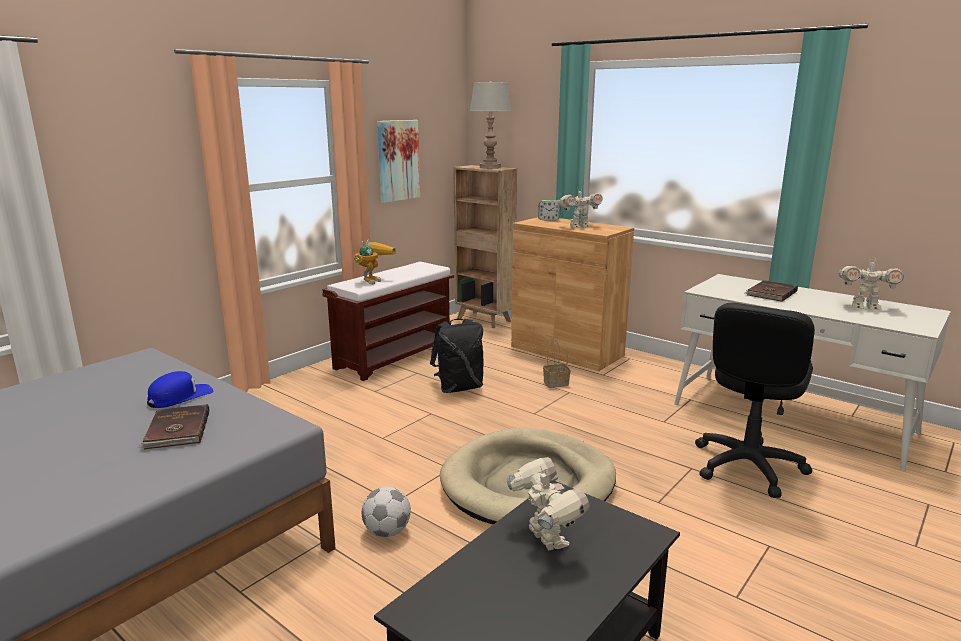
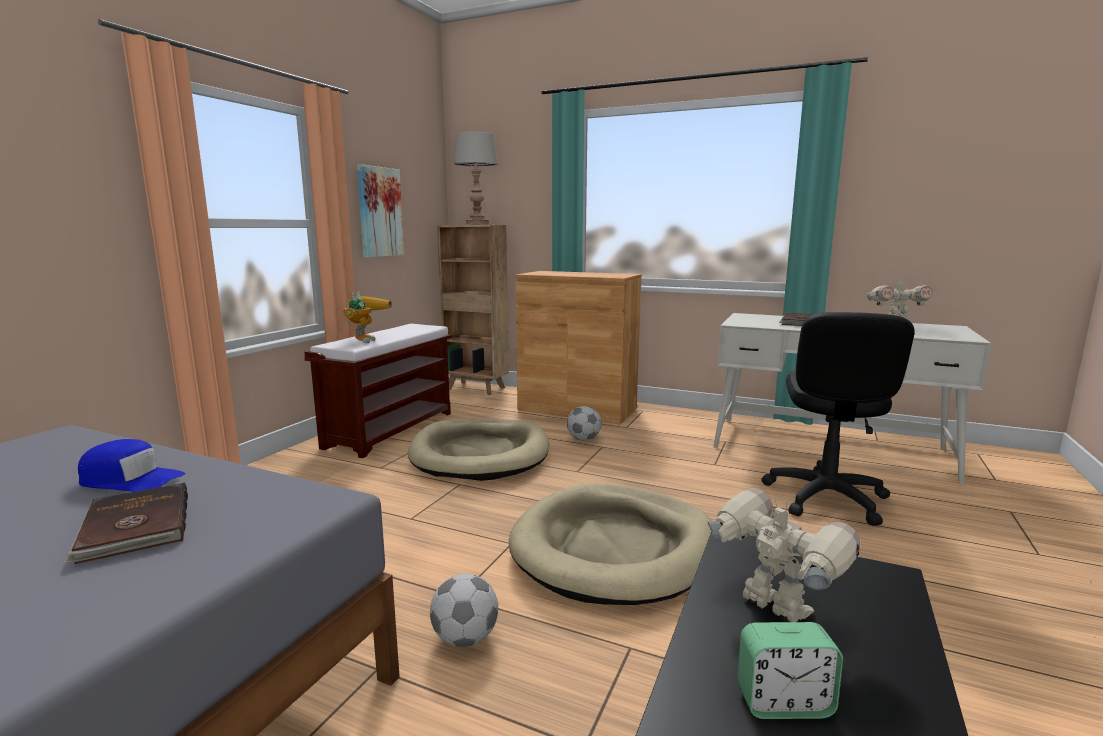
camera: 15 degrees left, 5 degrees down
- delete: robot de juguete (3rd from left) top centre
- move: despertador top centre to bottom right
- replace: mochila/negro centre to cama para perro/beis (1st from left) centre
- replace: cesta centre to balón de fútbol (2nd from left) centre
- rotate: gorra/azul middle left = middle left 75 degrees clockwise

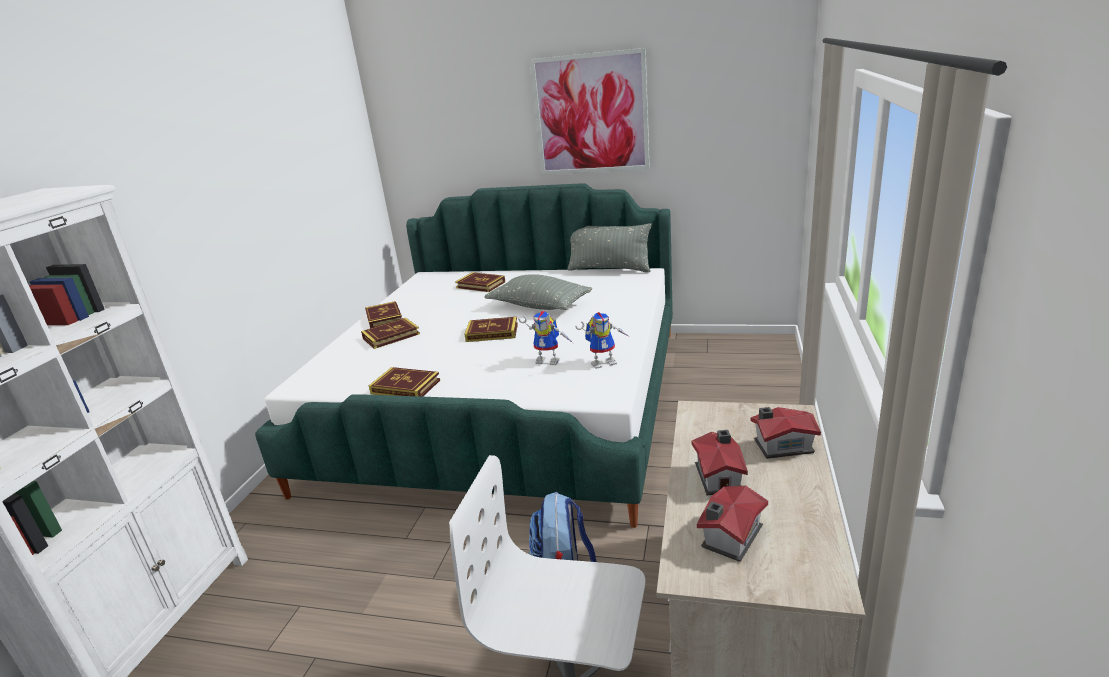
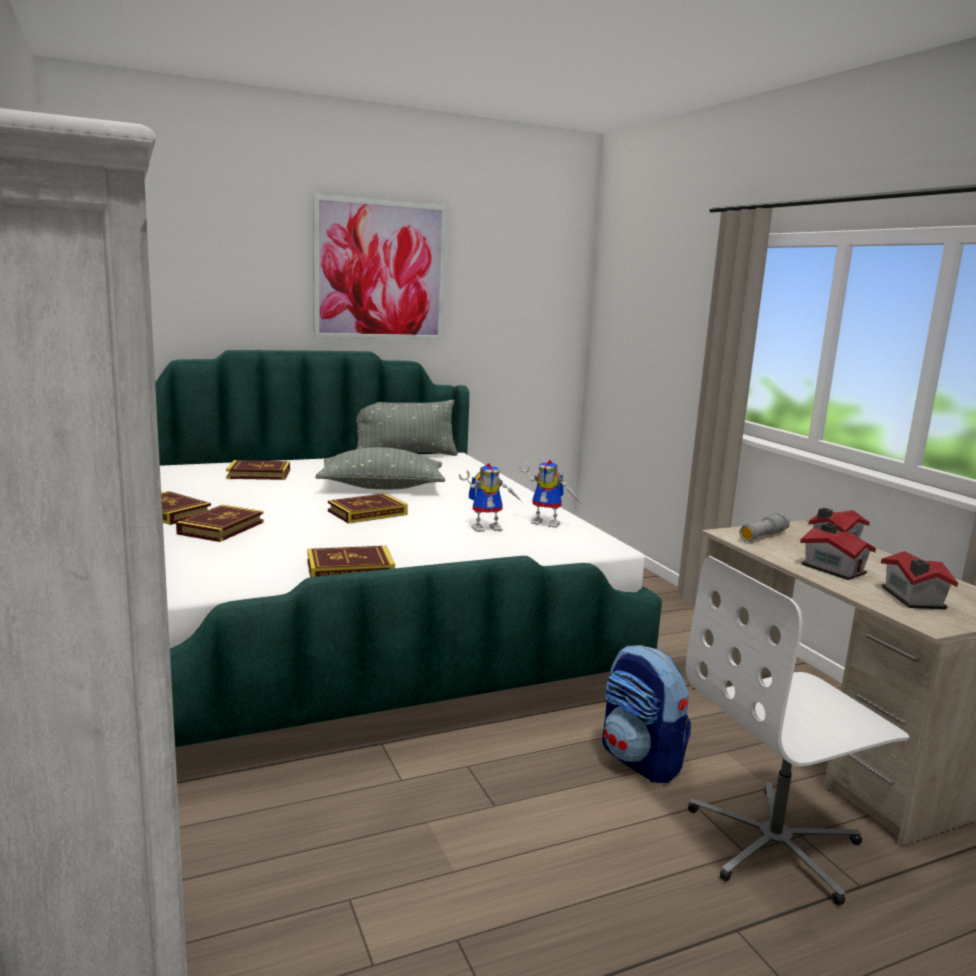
camera: 40 degrees left, 10 degrees down
- insert: linterna/gris middle right
- rotate: robot de juguete (2nd from left) centre = centre 75 degrees clockwise

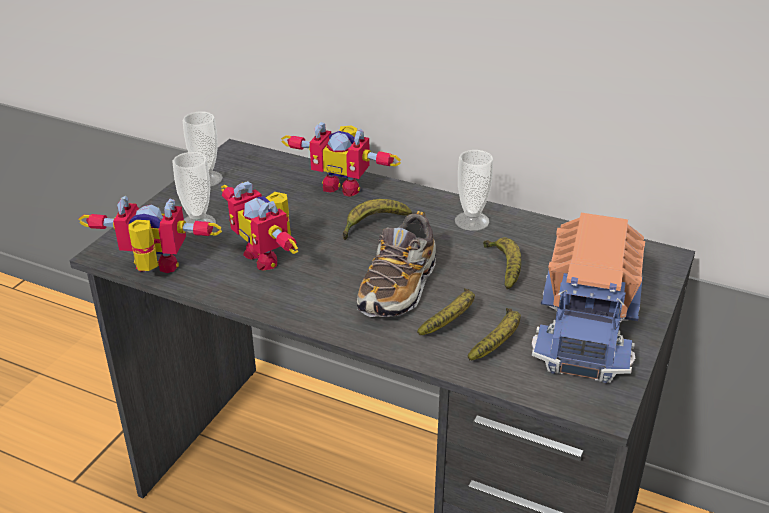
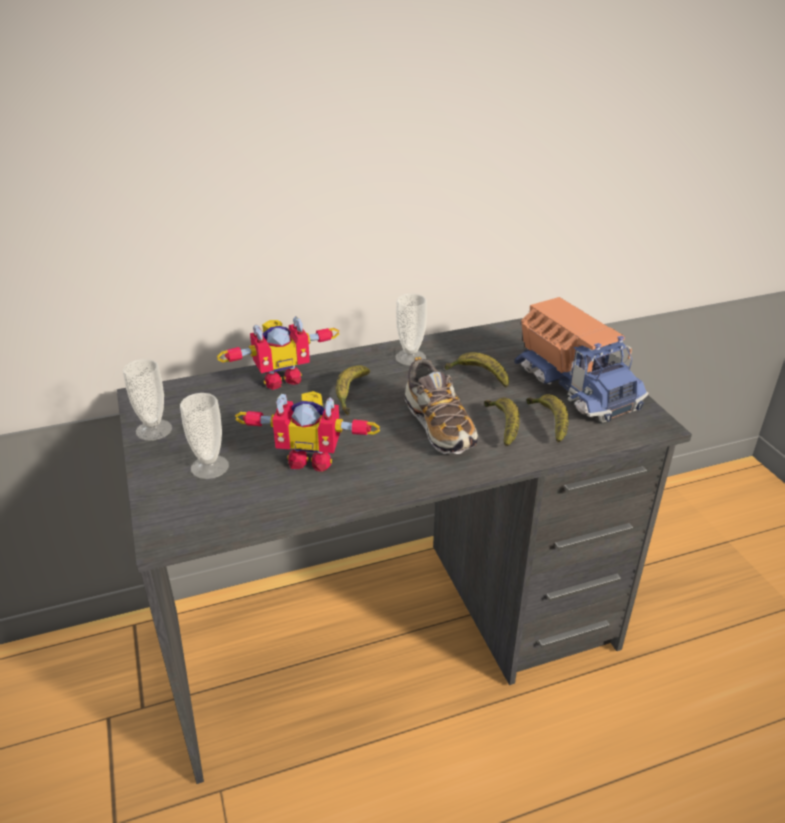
camera: 45 degrees left, 0 degrees up
- delete: robot de juguete (1st from left) middle left

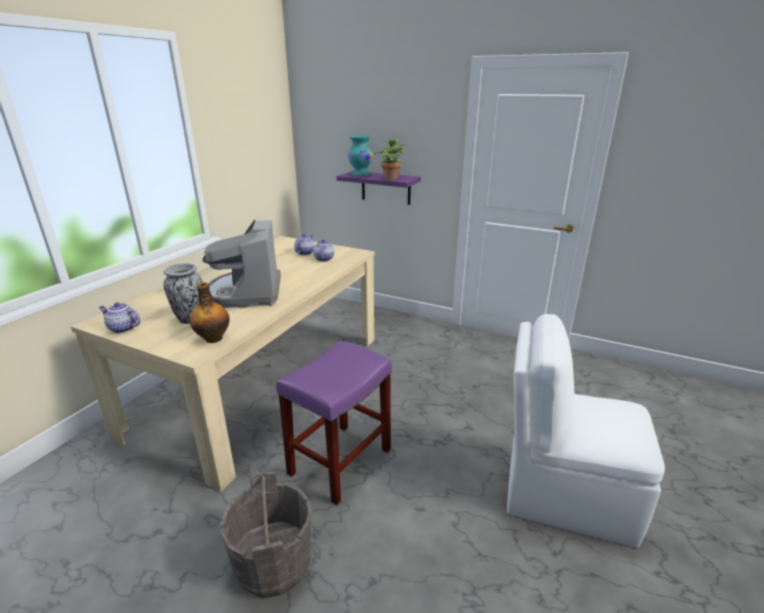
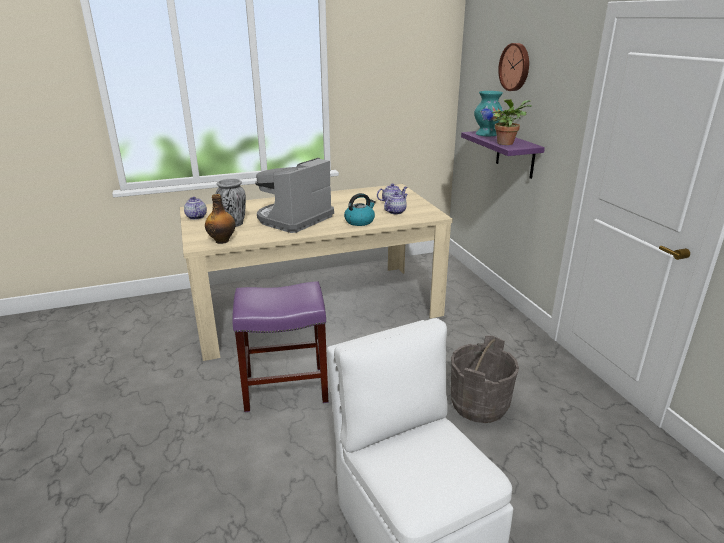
camera: 45 degrees right, 0 degrees up
- insert: hervidor centre
- insert: reloj de pared top right
- move: cubo/gris bottom centre to bottom right

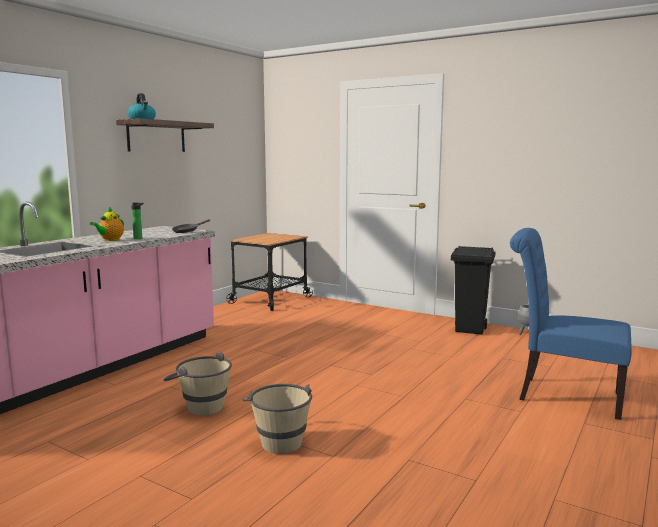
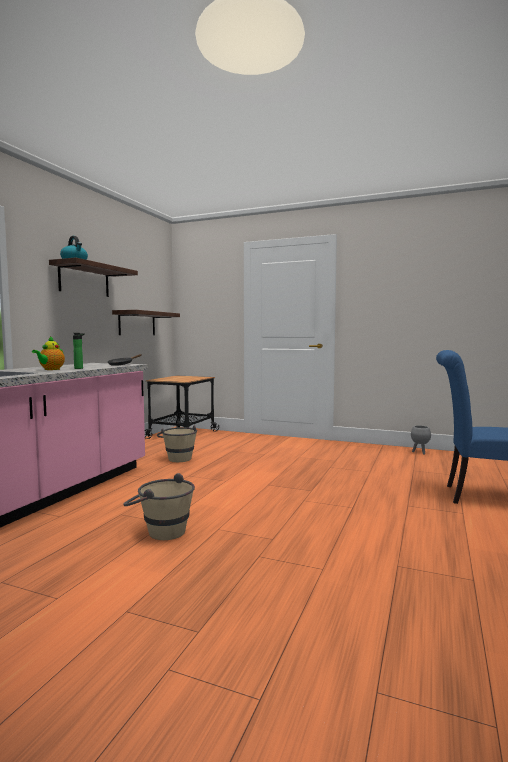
camera: 10 degrees left, 5 degrees down
- delete: papelera/negro middle right
- insert: estante (2nd from left) middle left
- move: cubo/beis (2nd from left) bottom centre to centre

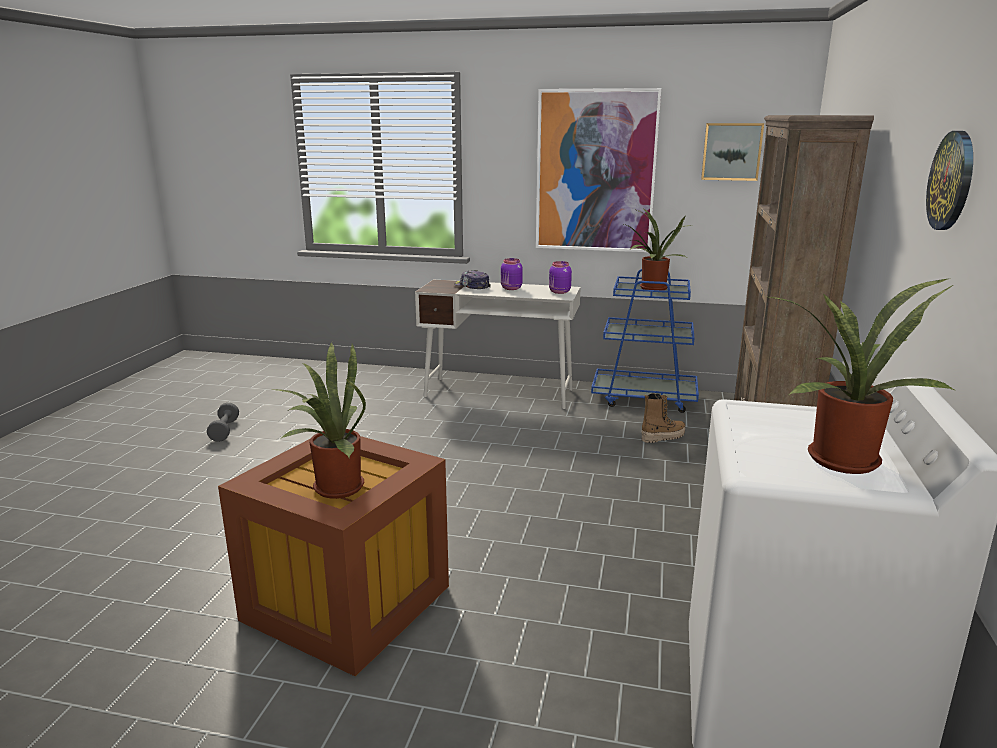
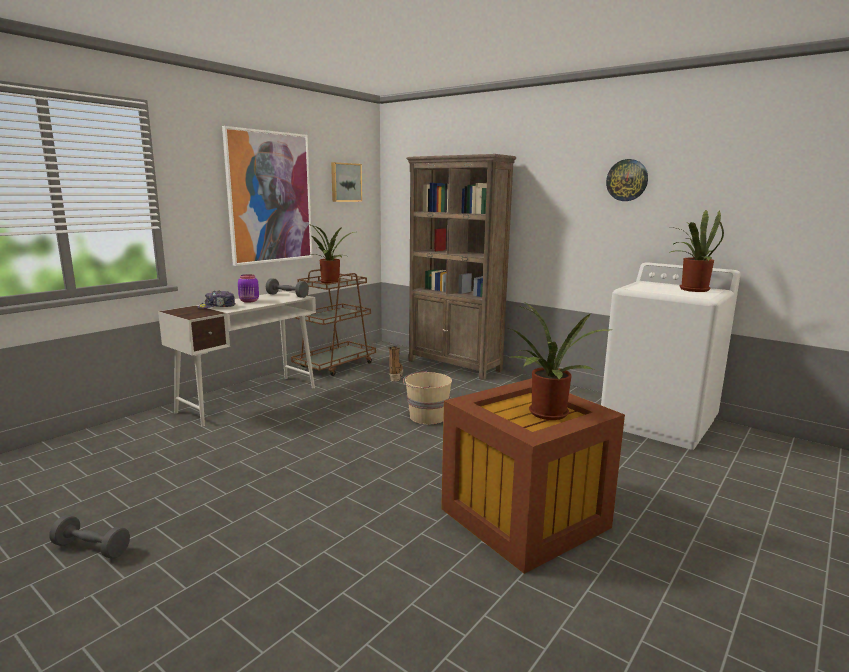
camera: 65 degrees left, 5 degrees down
- insert: cubo/beis centre
- replace: tarro/morado (2nd from left) centre to mancuerna/gris (2nd from left) centre
- recolor: carrito/azul centre to carrito/marrón centre

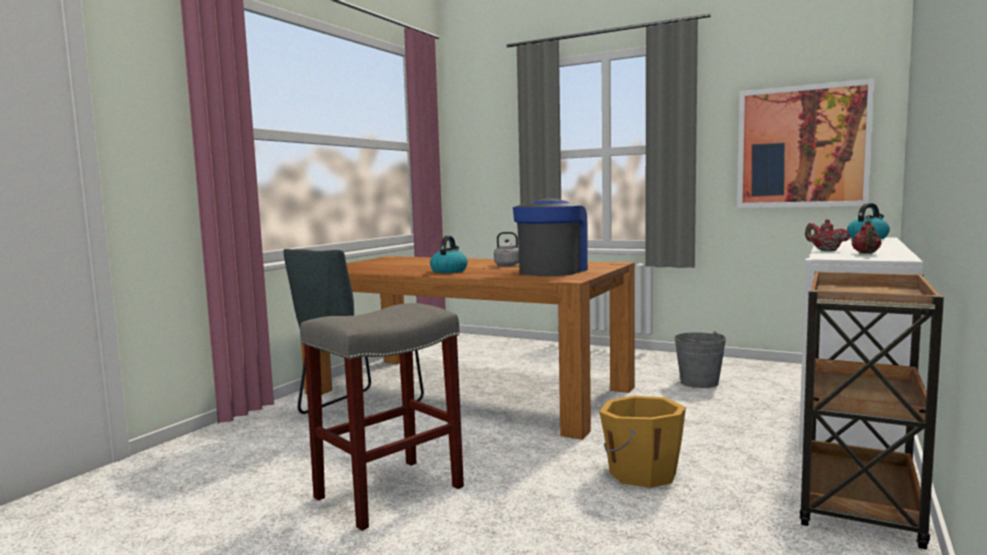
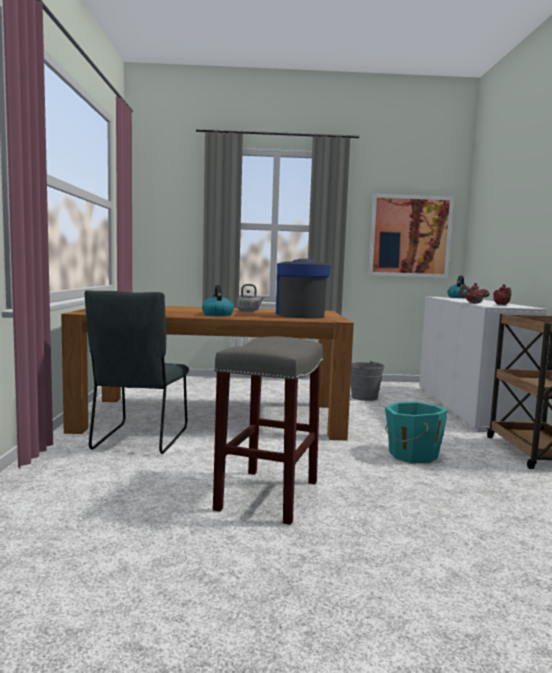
camera: 30 degrees left, 0 degrees up
- recolor: cubo/naranja bottom centre to cubo/turquesa middle right

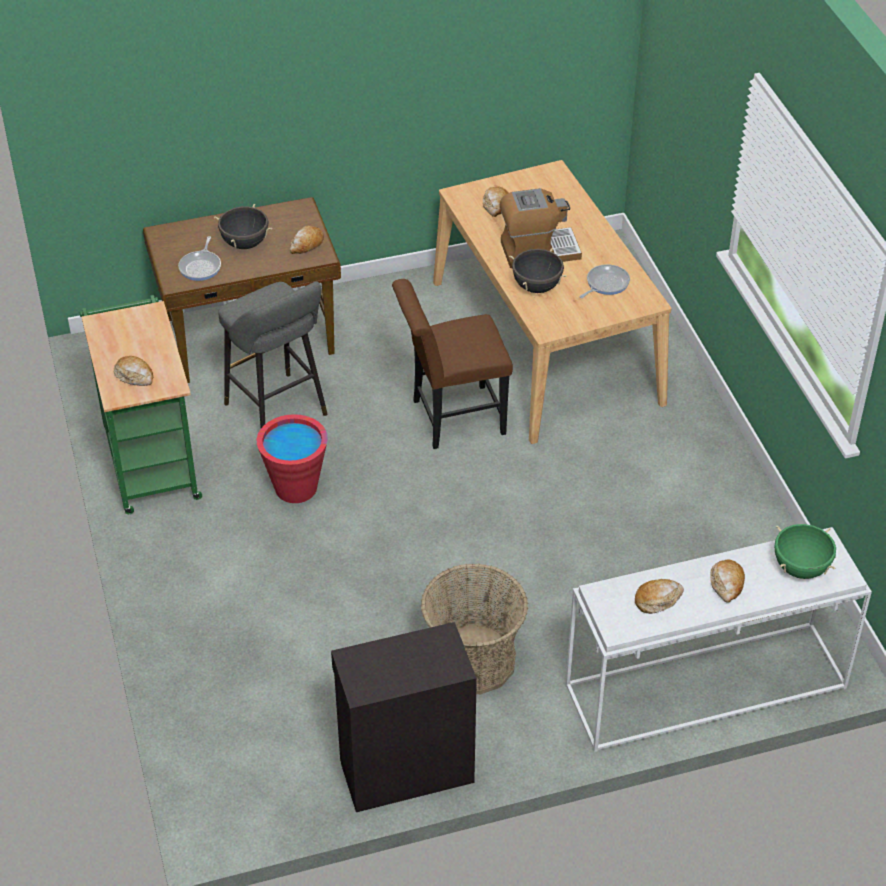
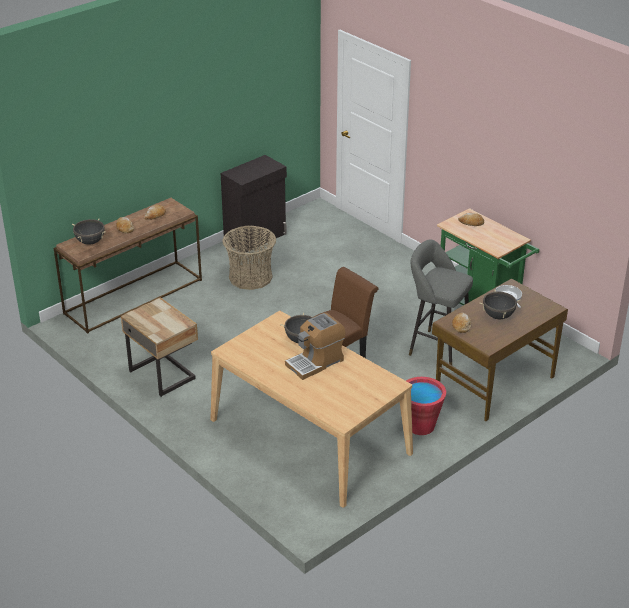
camera: 155 degrees right, 10 degrees down
- delete: pan (3rd from left) top centre
- delete: sartén (2nd from left) top right
- insert: mesita de noche/beis middle left
- move: cubo/rojo middle left to bottom right
- recolor: mesa consola/blanco bottom right to mesa consola/marrón middle left
- recolor: olla/verde middle right to olla/negro (1st from left) middle left

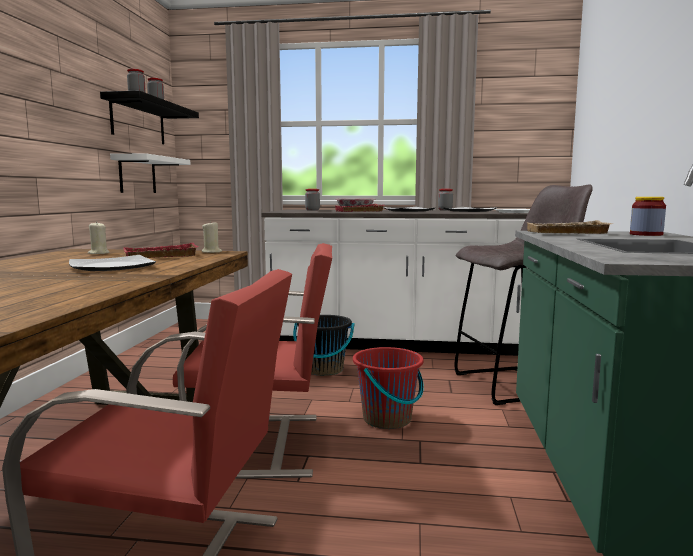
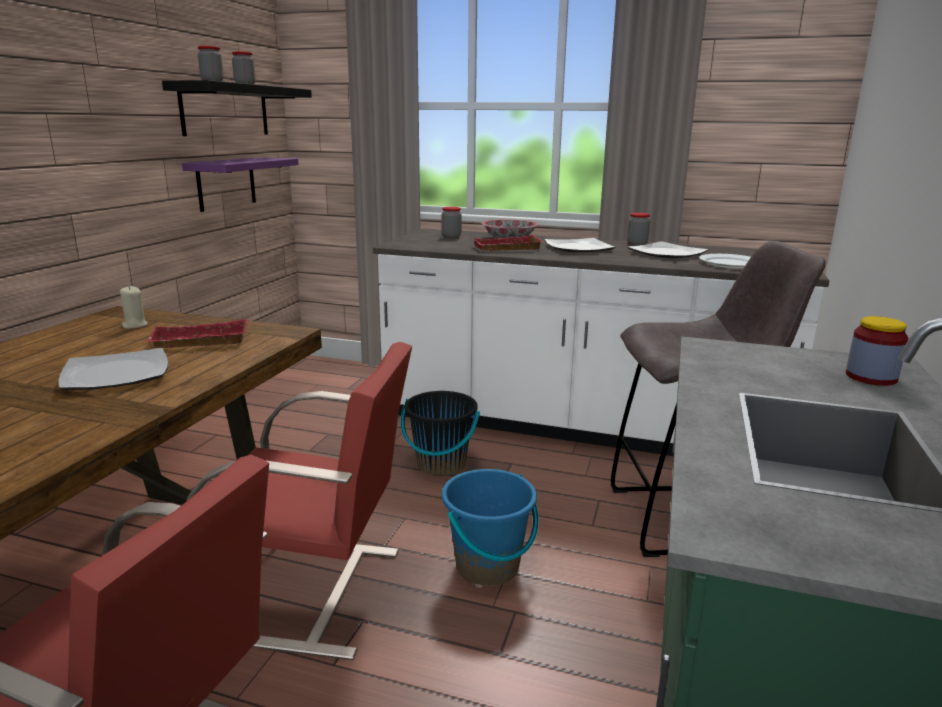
camera: 10 degrees right, 10 degrees up
- delete: vela/beis (2nd from left) middle left
- delete: bandeja/beis middle right
- recolor: estante/blanco top left to estante/morado top left
- recolor: cubo/rojo bottom centre to cubo/azul bottom centre

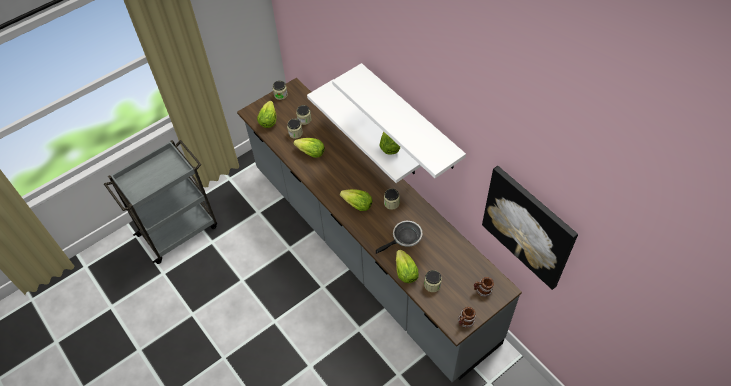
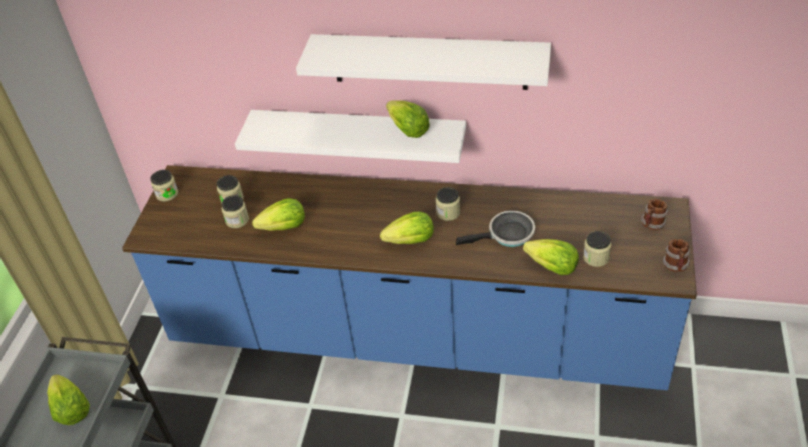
camera: 40 degrees left, 10 degrees down
- delete: cuadro middle right
- move: lechuga (1st from left) top centre to bottom left
- recolor: mueble bajo de cocina/gris centre to mueble bajo de cocina/azul centre
- rotate: sartén centre = centre 60 degrees clockwise

